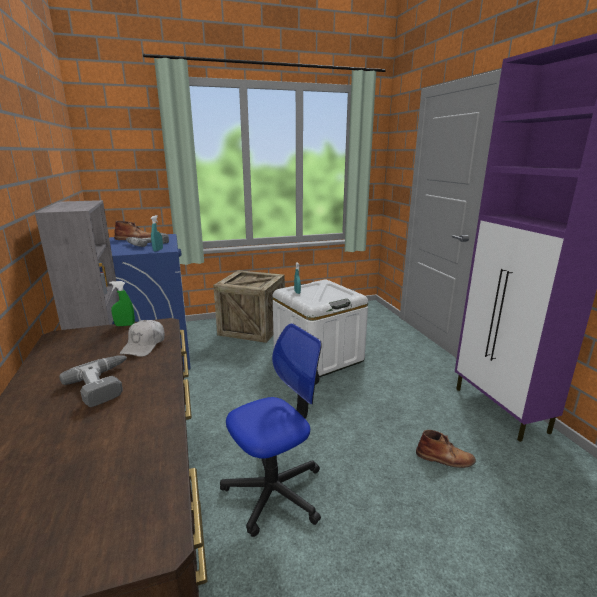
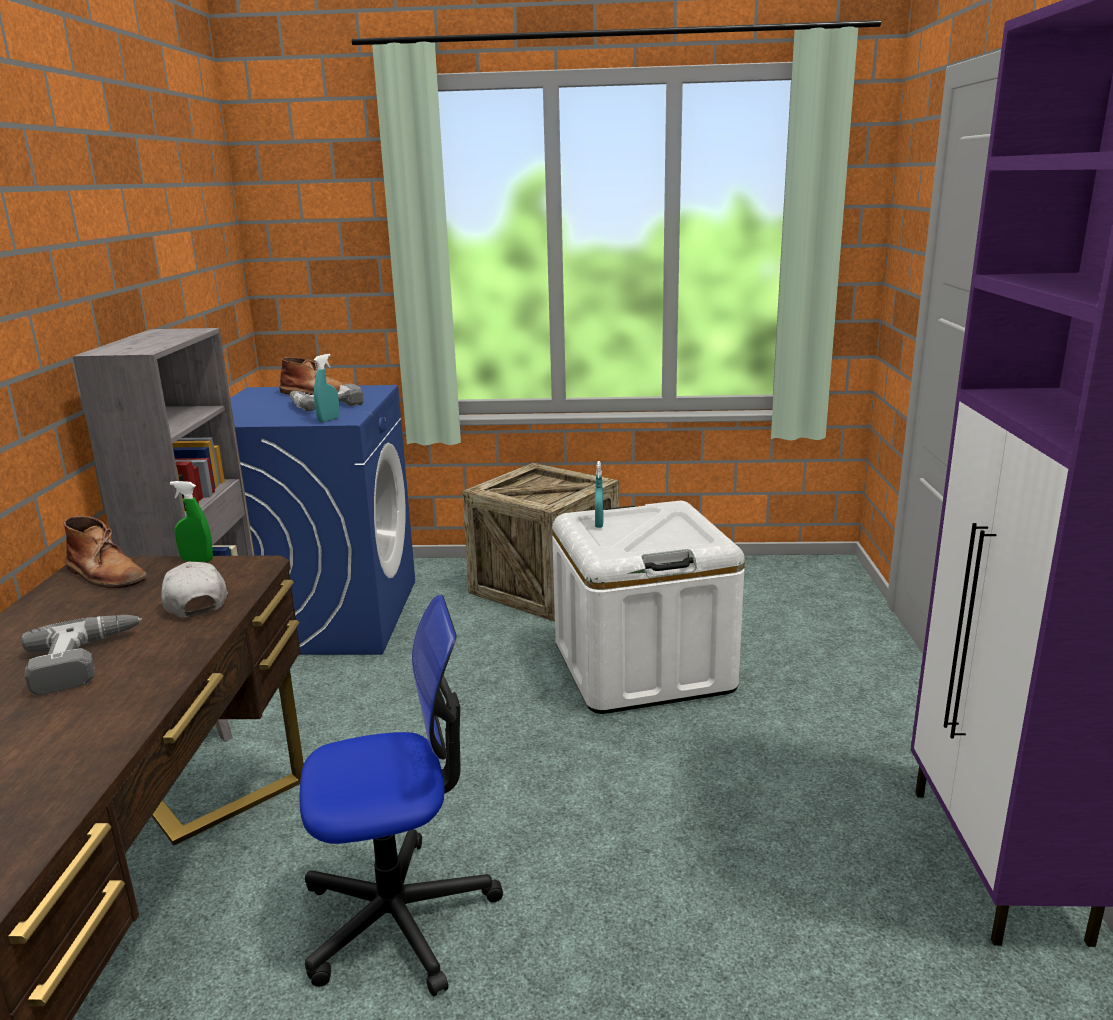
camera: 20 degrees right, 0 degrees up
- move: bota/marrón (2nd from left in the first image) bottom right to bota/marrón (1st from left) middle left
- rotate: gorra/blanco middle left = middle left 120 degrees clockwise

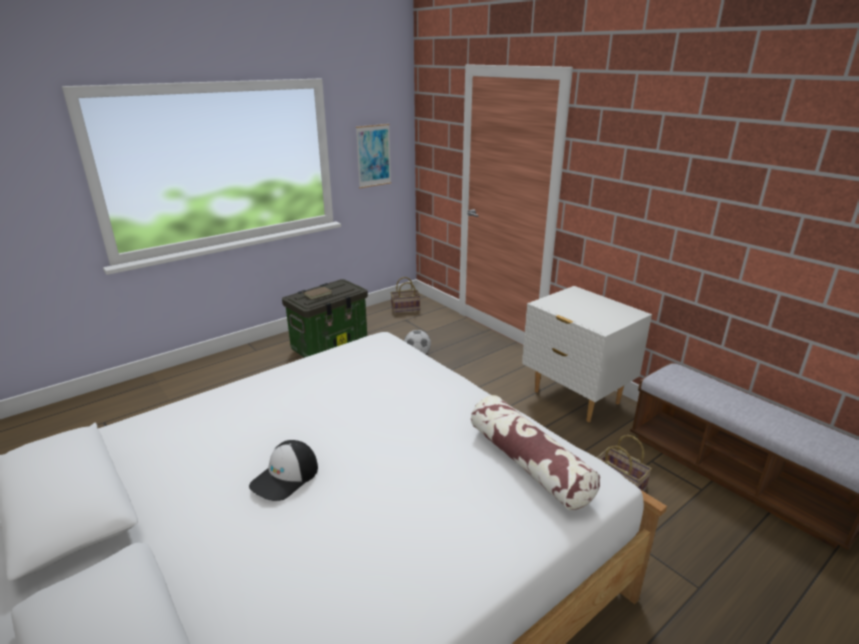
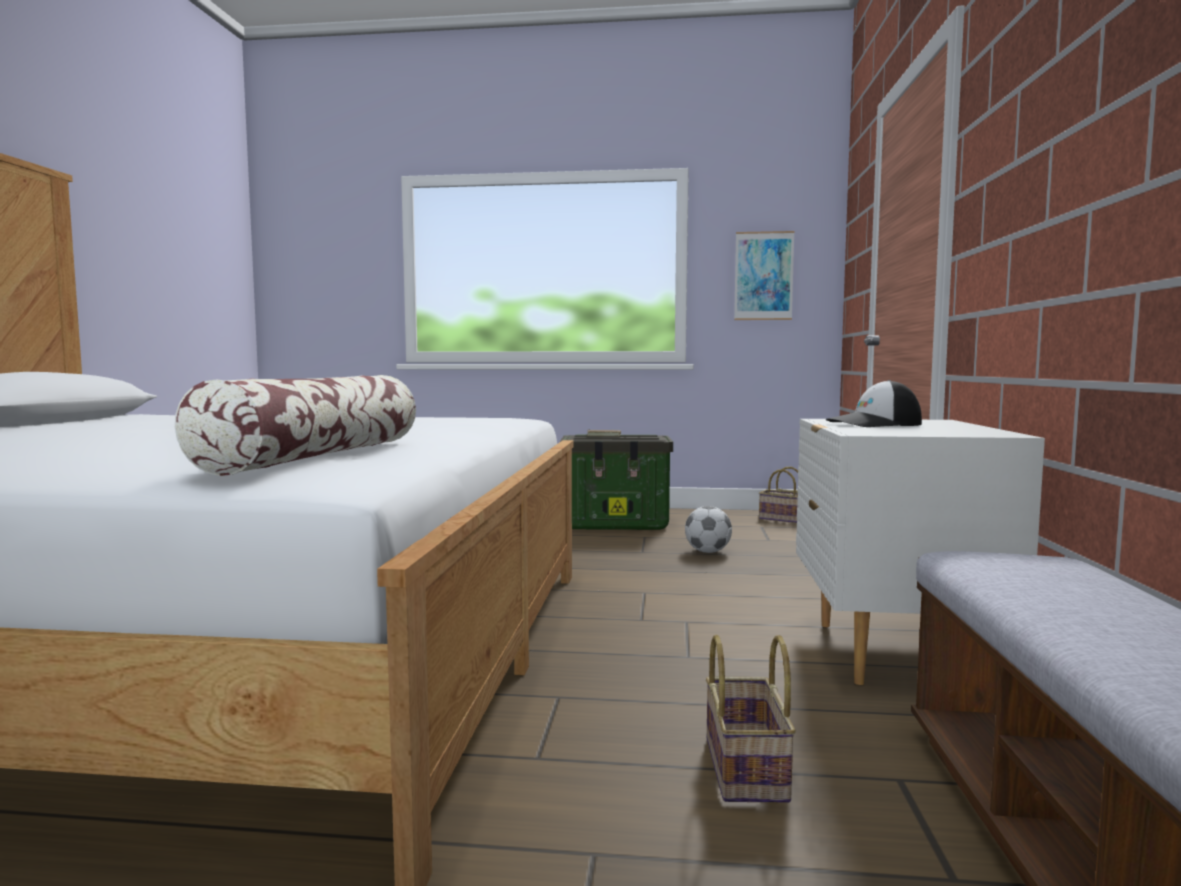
camera: 45 degrees right, 20 degrees down
- move: gorra bottom left to middle right

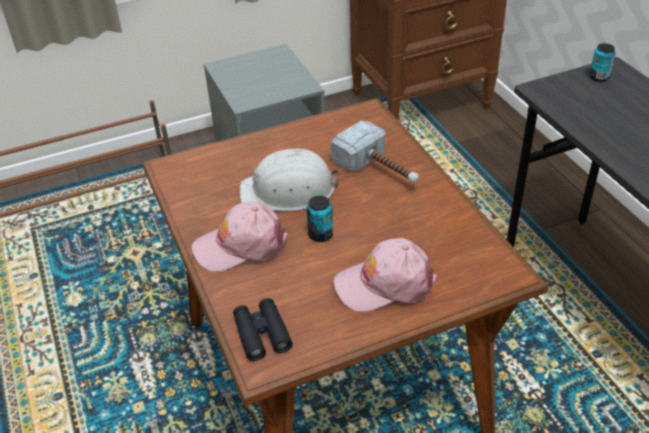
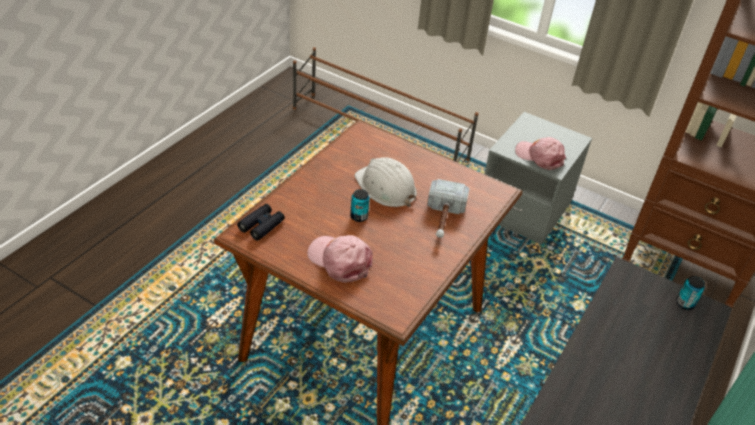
camera: 50 degrees right, 0 degrees up
- move: gorra/rosa (1st from left in the first image) centre to gorra/rosa (2nd from left) middle right

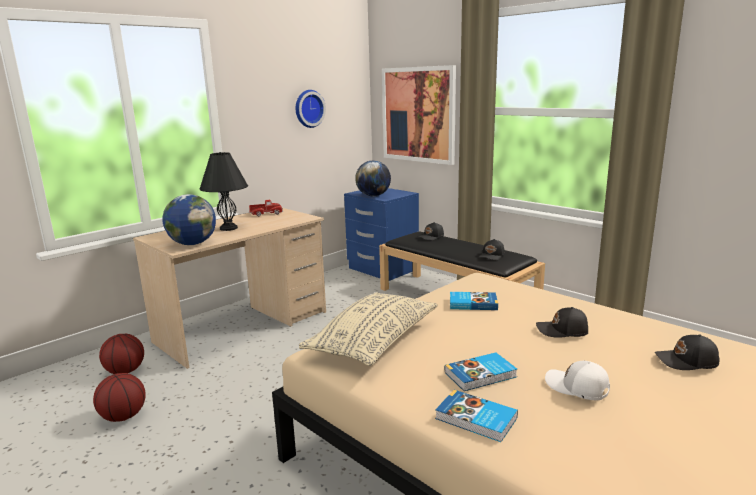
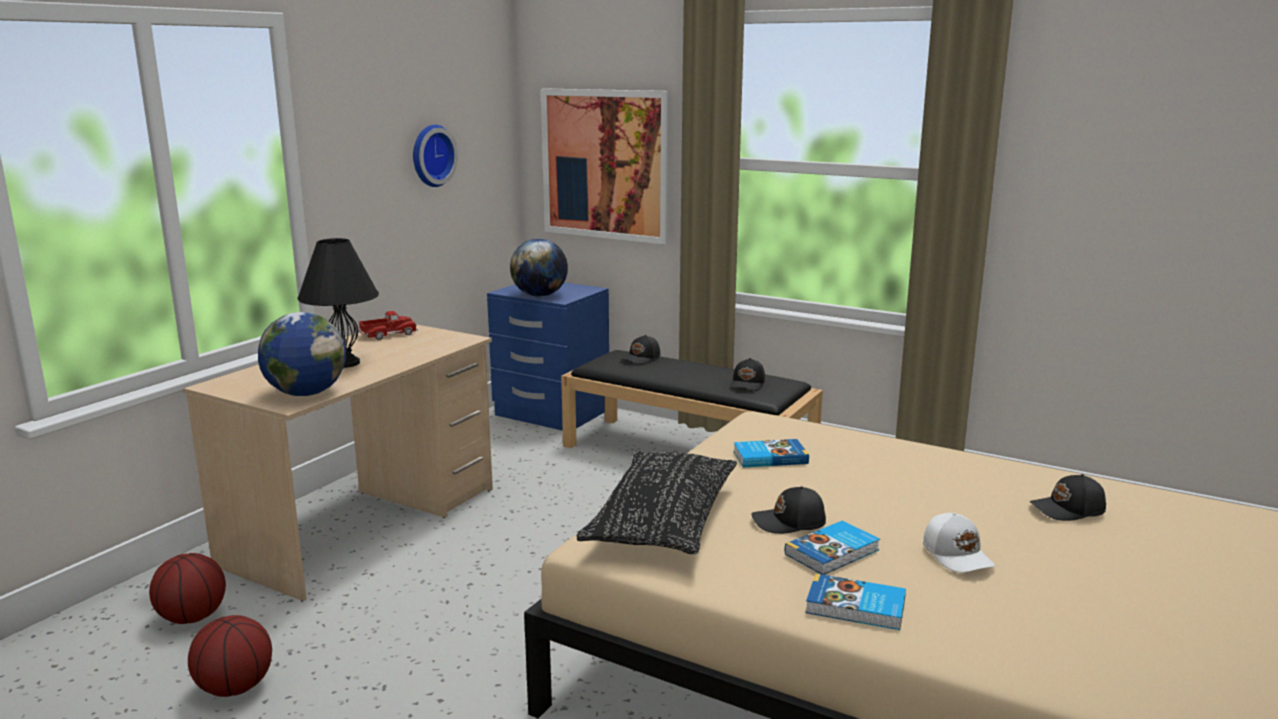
camera: 15 degrees left, 0 degrees up
- move: gorra/negro (3rd from left) middle right to bottom centre
- recolor: cojín/beis centre to cojín/negro bottom centre
- rotate: gorra/blanco bottom right = bottom right 135 degrees counterclockwise

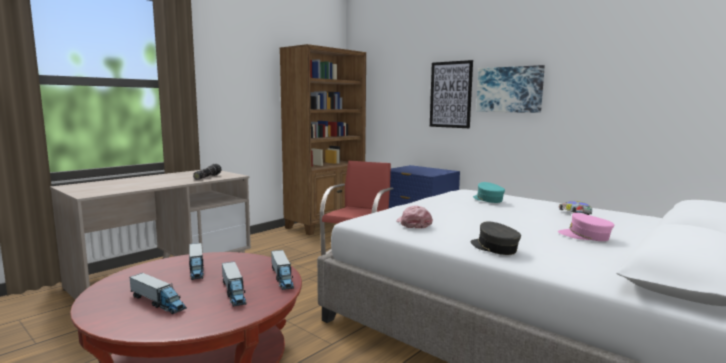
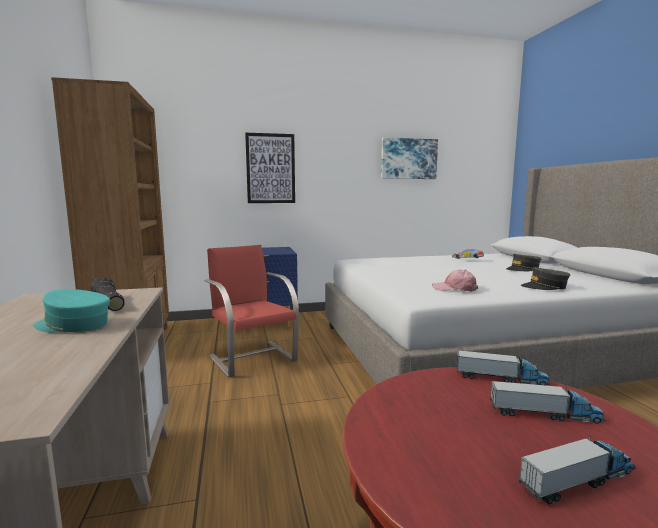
camera: 55 degrees left, 0 degrees up
- delete: camión de juguete (2nd from left) bottom left
- move: gorra/turquesa middle right to middle left
- move: cuadro (2nd from left) top right to top centre
- recolor: gorra/rosa (2nd from left) middle right to gorra/gris (1st from left) middle right

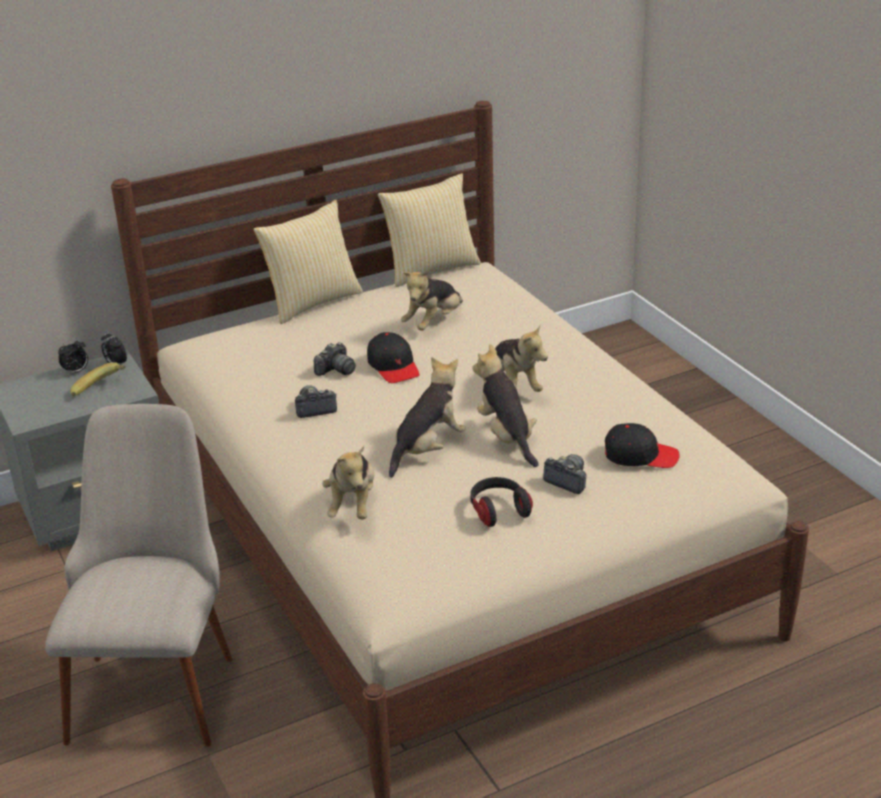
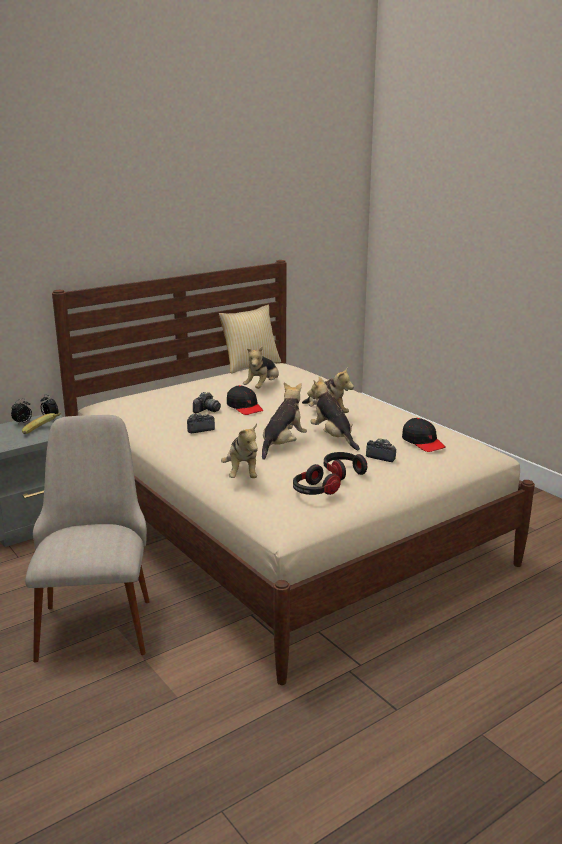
camera: 10 degrees left, 10 degrees down
- delete: cojín (1st from left) top centre
- insert: auriculares (1st from left) centre
- rotate: gorra/negro (2nd from left) middle right = middle right 60 degrees clockwise

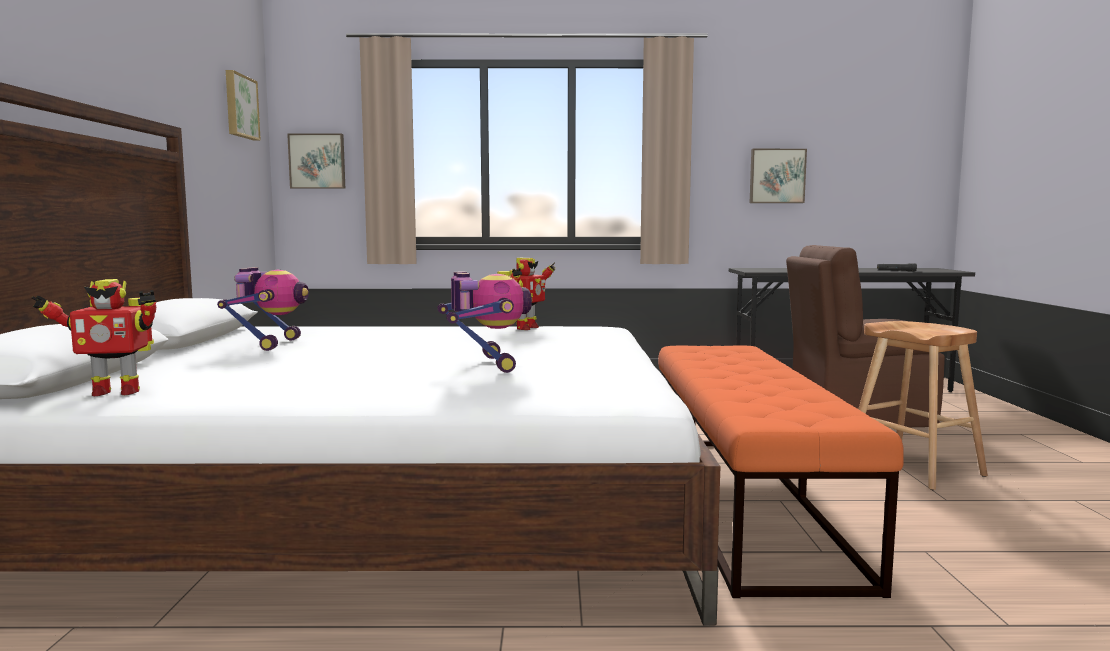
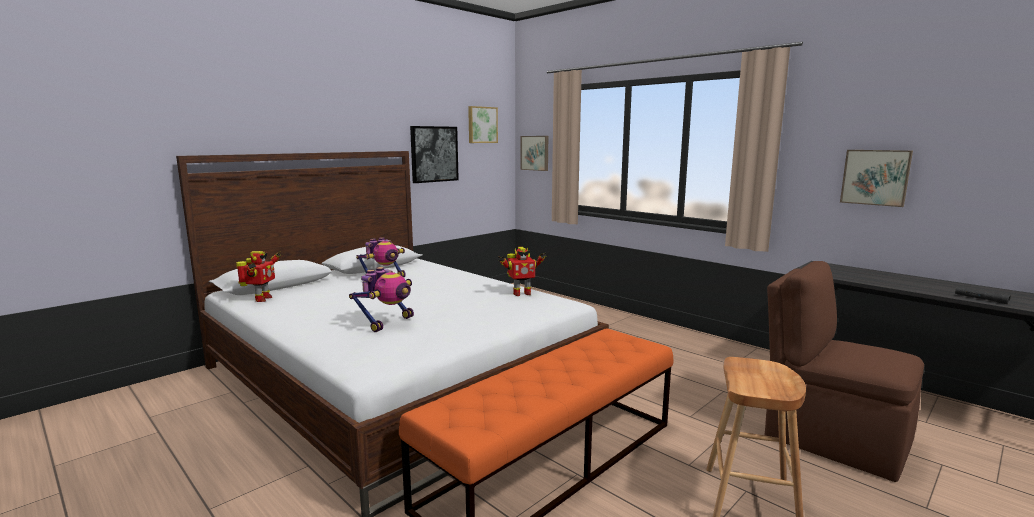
camera: 45 degrees right, 5 degrees up
- insert: cuadro (1st from left) top centre
- rotate: robot de juguete (1st from left) middle left = middle left 120 degrees counterclockwise

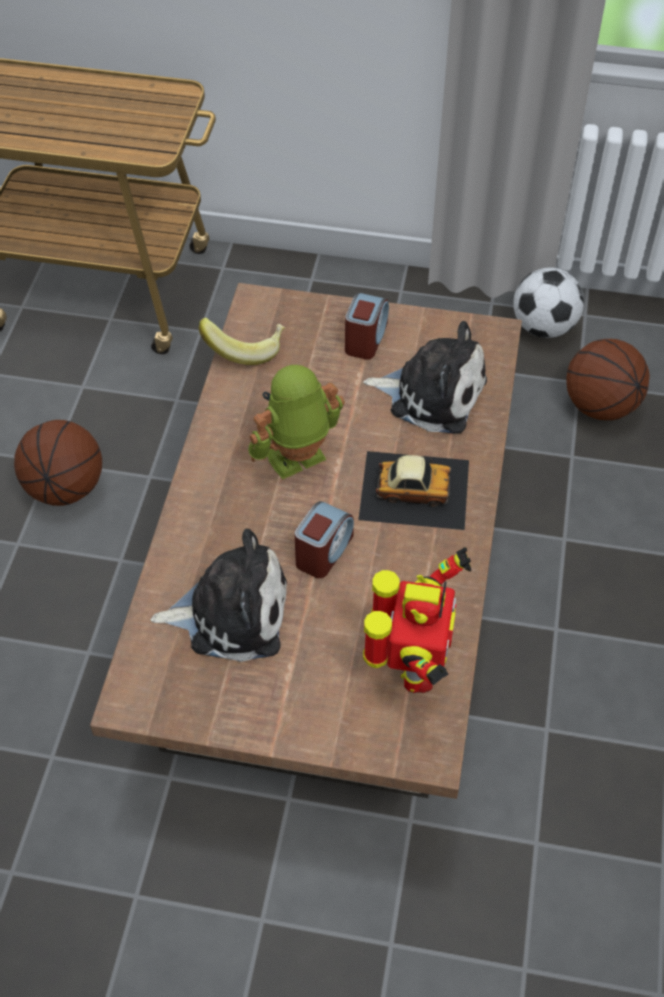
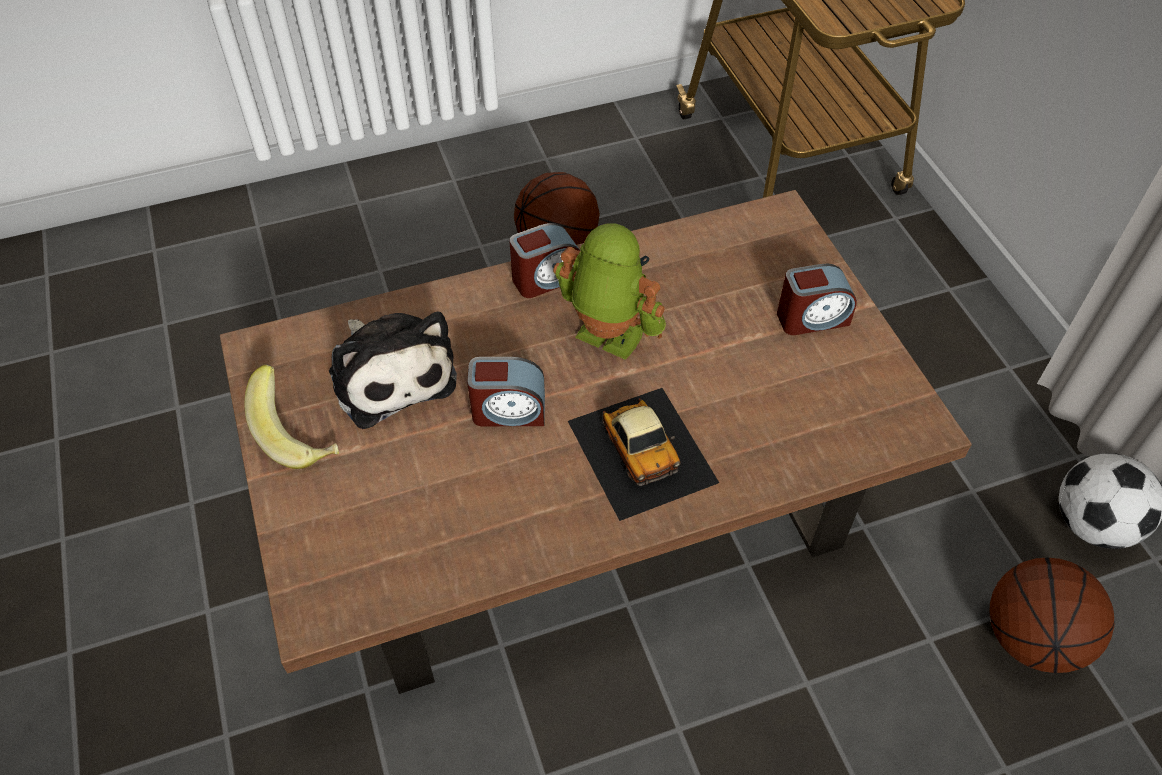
camera: 60 degrees right, 0 degrees up
- delete: peluche (2nd from left) centre
- delete: robot de juguete (2nd from left) centre
- insert: despertador (2nd from left) centre
- move: plátano centre to middle left

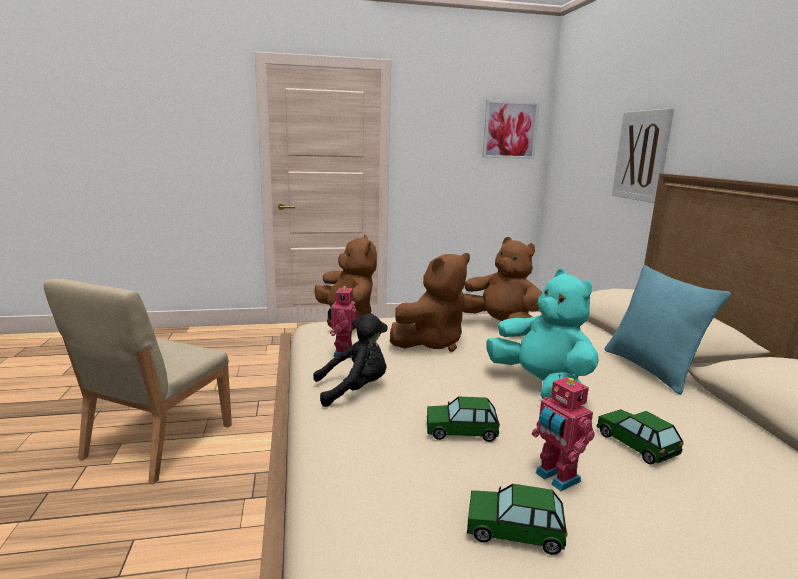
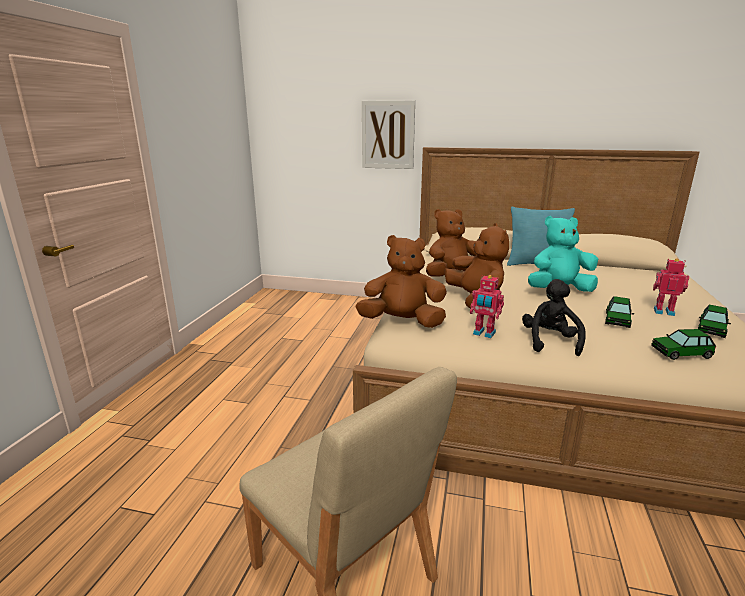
camera: 65 degrees left, 5 degrees up
- delete: cuadro (1st from left) top centre
- move: coche de juguete (3rd from left in the first image) bottom right to coche de juguete (2nd from left) middle right
- rotate: robot de juguete (2nd from left) bottom right = middle right 150 degrees counterclockwise

